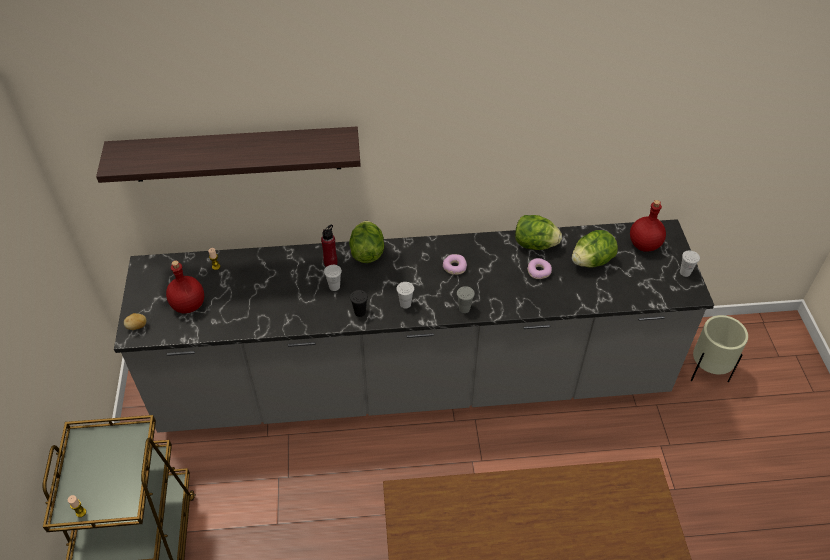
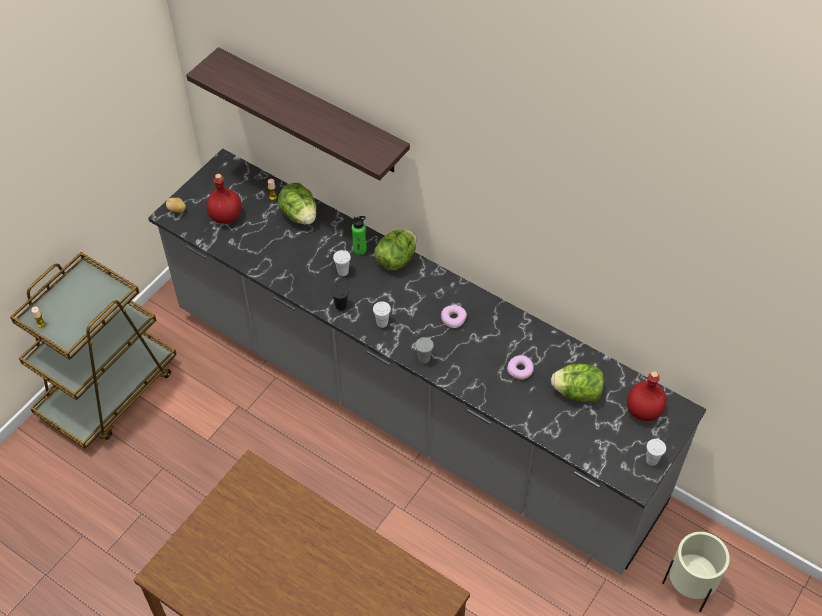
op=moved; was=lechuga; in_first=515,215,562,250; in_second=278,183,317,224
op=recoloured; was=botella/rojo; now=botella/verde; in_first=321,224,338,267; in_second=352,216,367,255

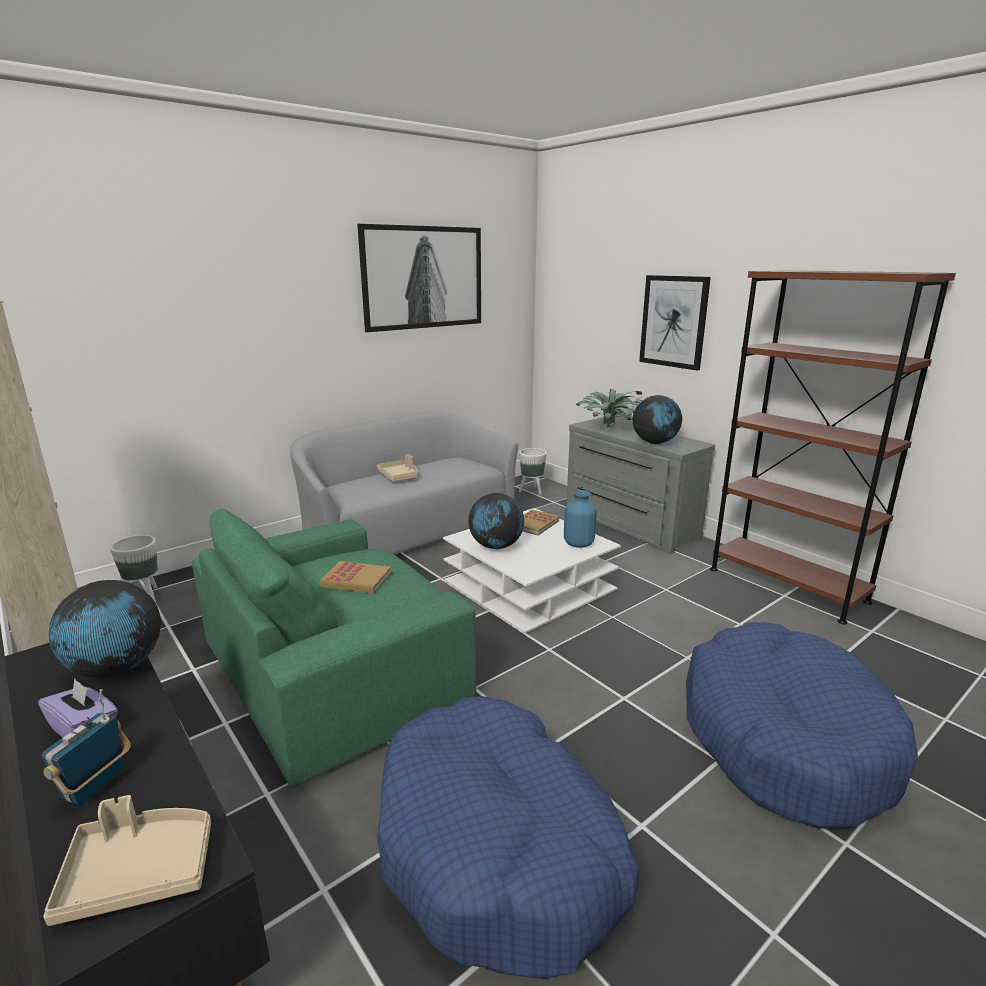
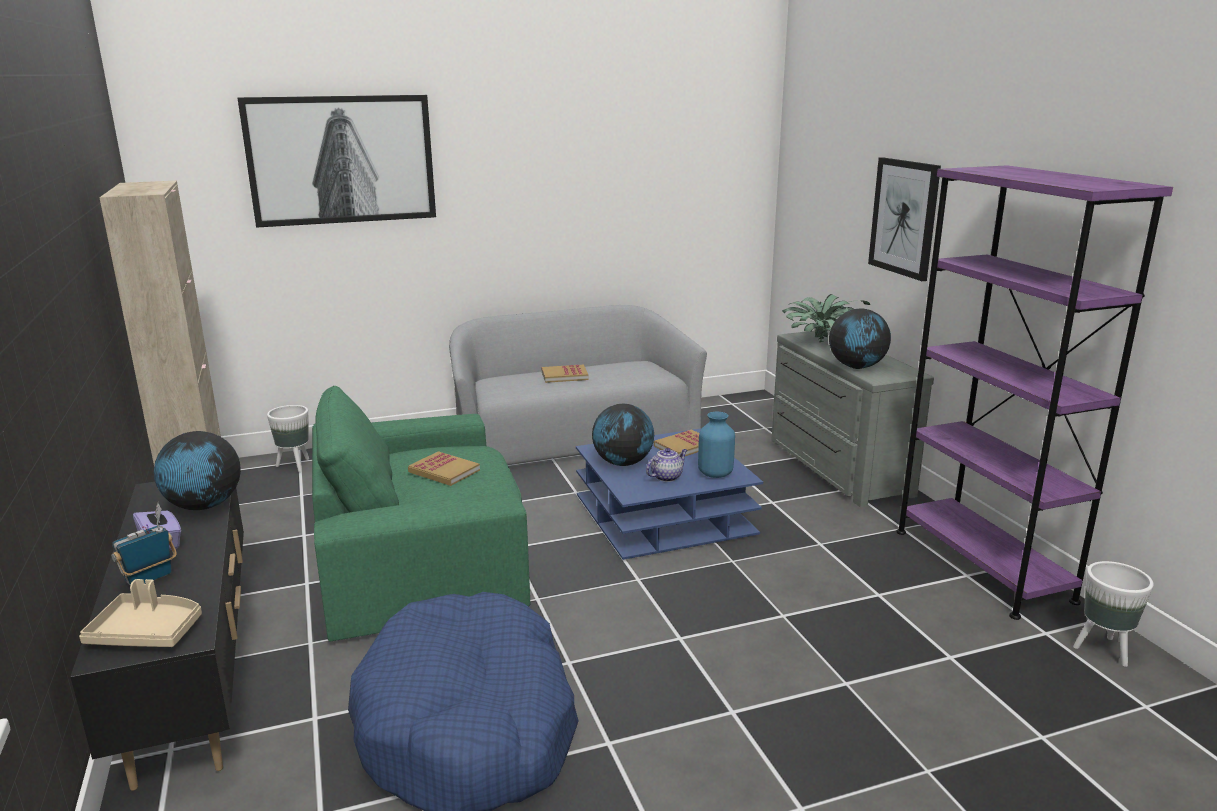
op=moved; was=cuadro; in_first=357,224,481,332; in_second=238,95,436,228
op=recoloured; was=estantería/marrón; now=estantería/morado; in_first=710,270,956,625; in_second=896,165,1173,620
op=moved; was=maceta/blanco; in_first=519,448,547,495; in_second=1073,561,1154,667
op=replaced; was=bandeja/beis; now=libro; in_first=377,454,418,481; in_second=542,364,589,383
op=recoloured; was=mesa de centro/blanco; now=mesa de centro/azul; in_first=443,508,621,633; in_second=576,429,763,560
op=removed; was=cama para perro/azul; in_first=686,622,918,829
op=added; now=tetera; in_second=646,448,687,482

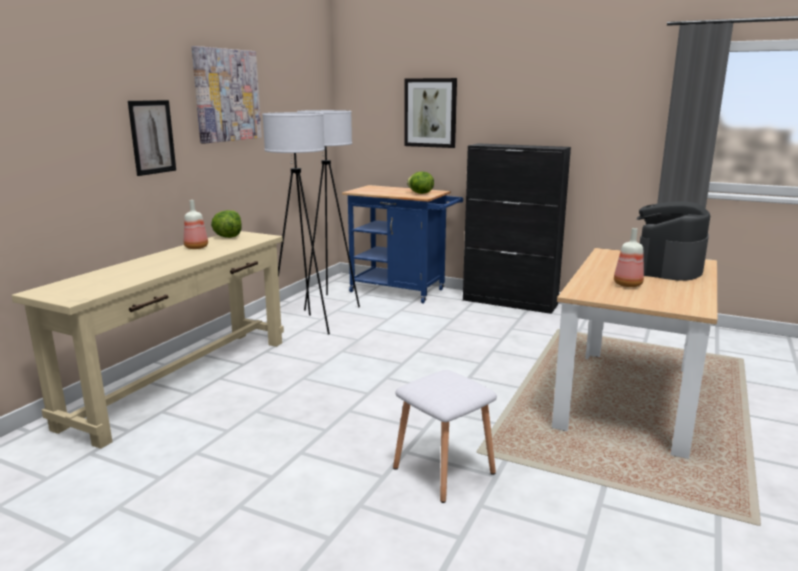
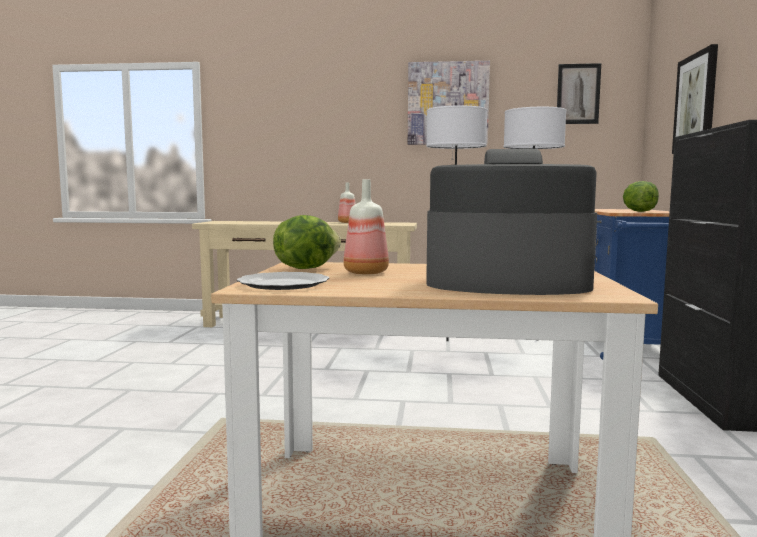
op=moved; was=cuadro; in_first=128,100,176,176; in_second=557,63,601,124
op=moved; was=lechuga; in_first=211,210,242,238; in_second=273,215,341,269
op=removed; was=taburete/blanco; in_first=393,370,497,503
op=added; now=plato; in_second=237,272,329,290

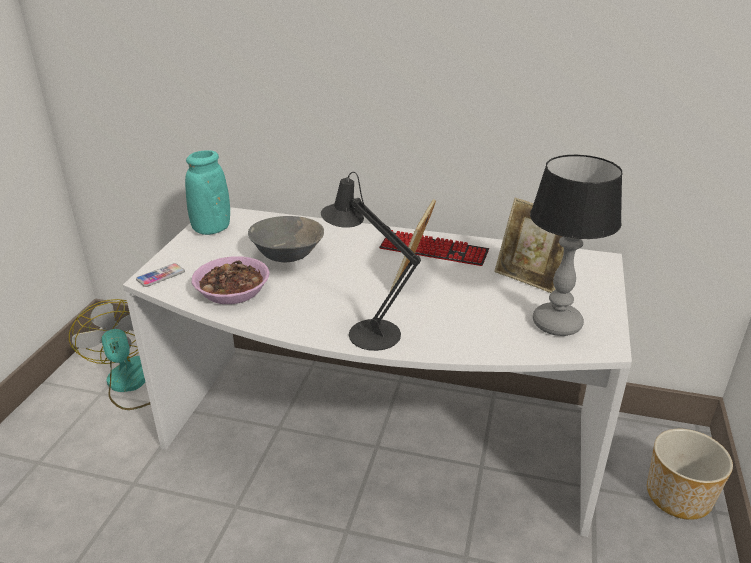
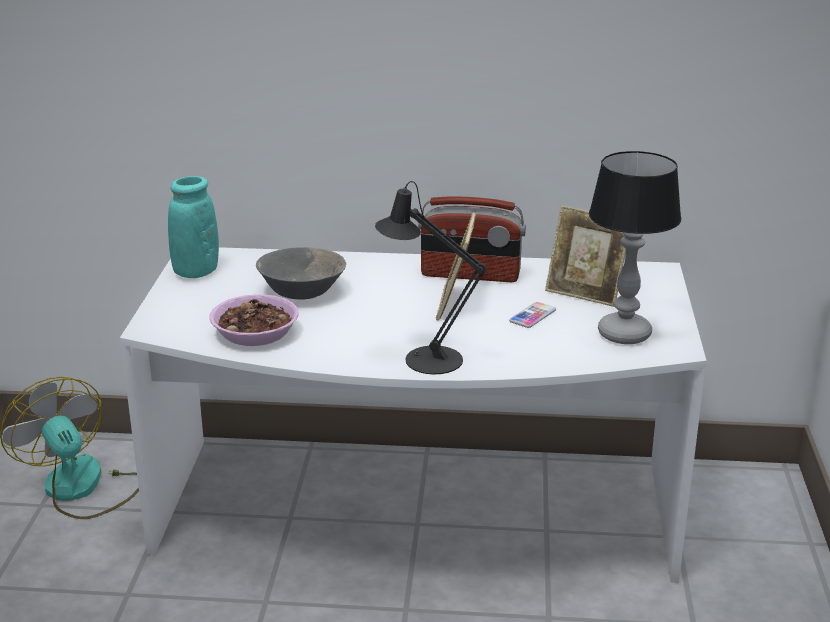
op=replaced; was=teclado; now=radio; in_first=379,230,489,266; in_second=418,196,526,282
op=moved; was=móvil; in_first=136,263,185,287; in_second=509,302,556,328
op=removed; was=maceta; in_first=647,429,733,520

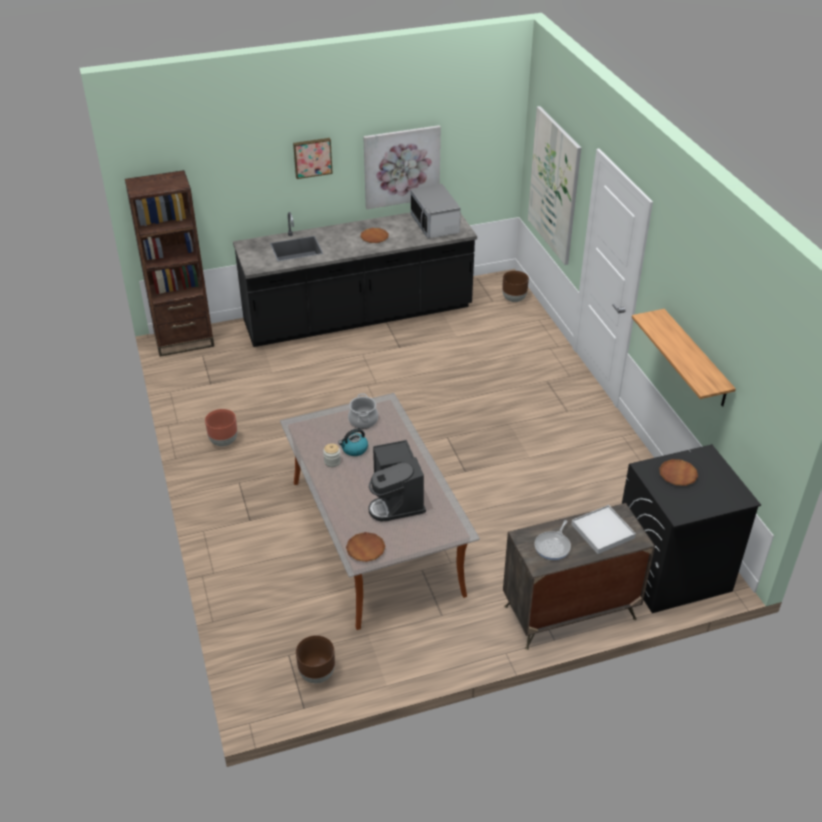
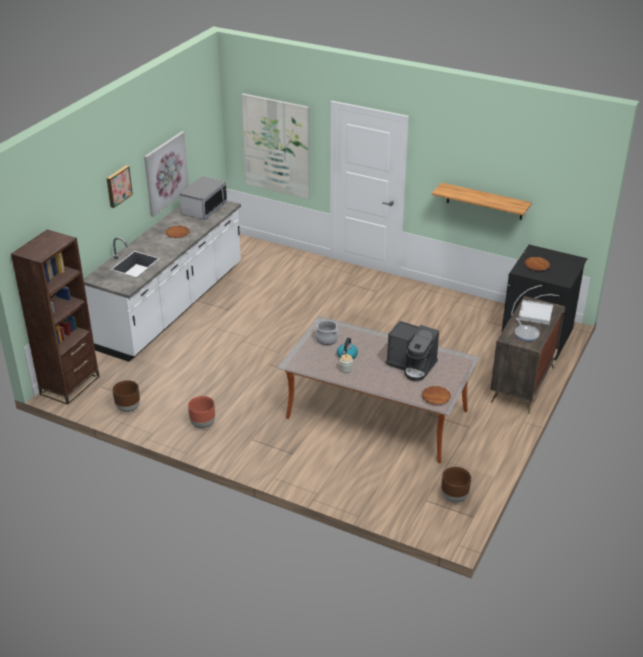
op=turned; was=microondas; in_first=410,184,461,239; in_second=179,176,227,220; clockwise=-90
op=recoloured; was=mueble bajo de cocina/negro; now=mueble bajo de cocina/blanco; in_first=233,212,477,347; in_second=84,200,241,362
op=moved; was=maceta/marrón; in_first=502,271,529,302; in_second=112,380,140,412

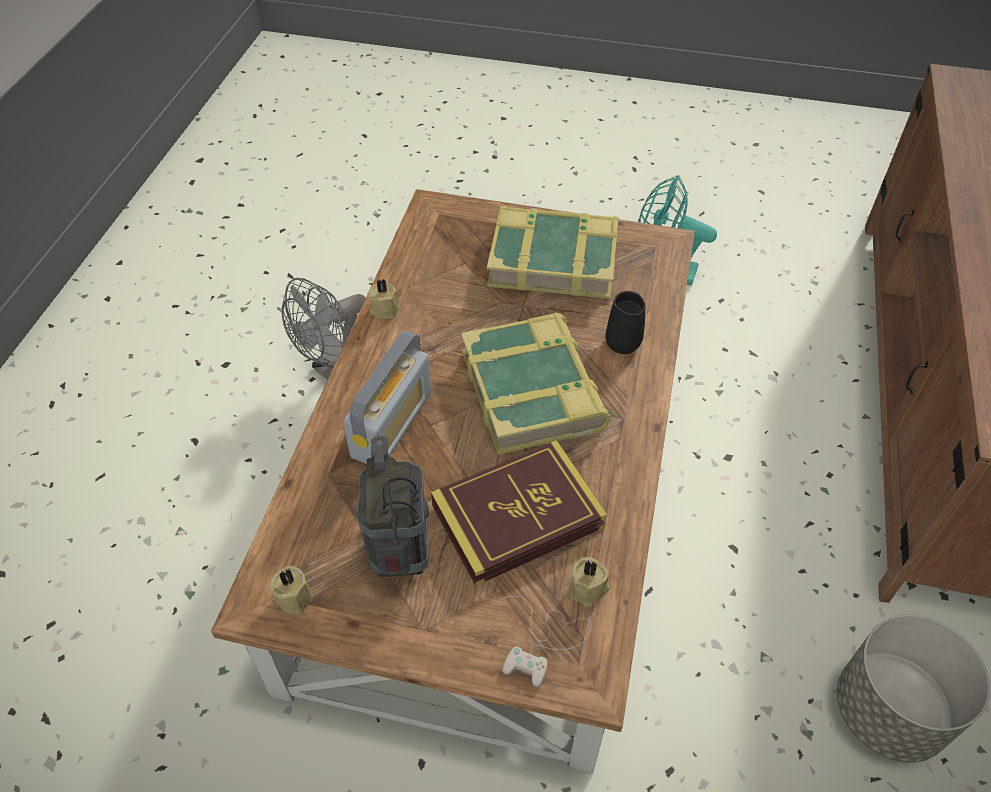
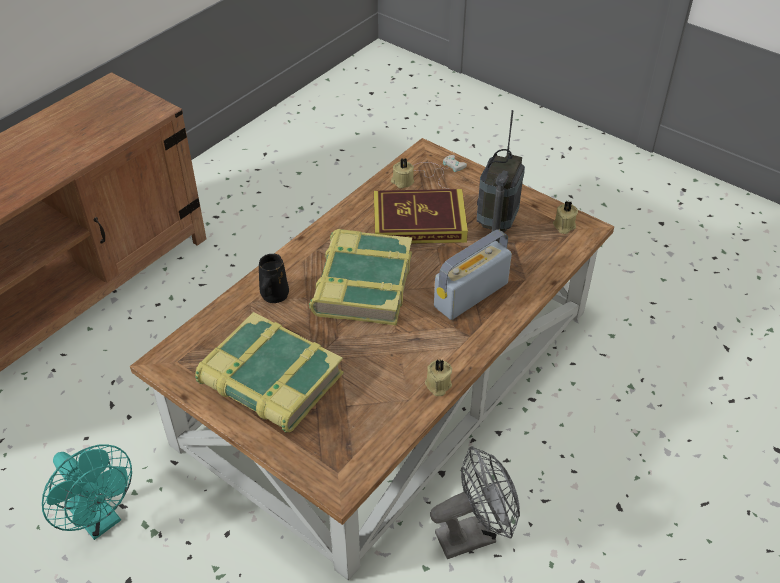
op=removed; was=maceta/gris; in_first=837,614,990,763

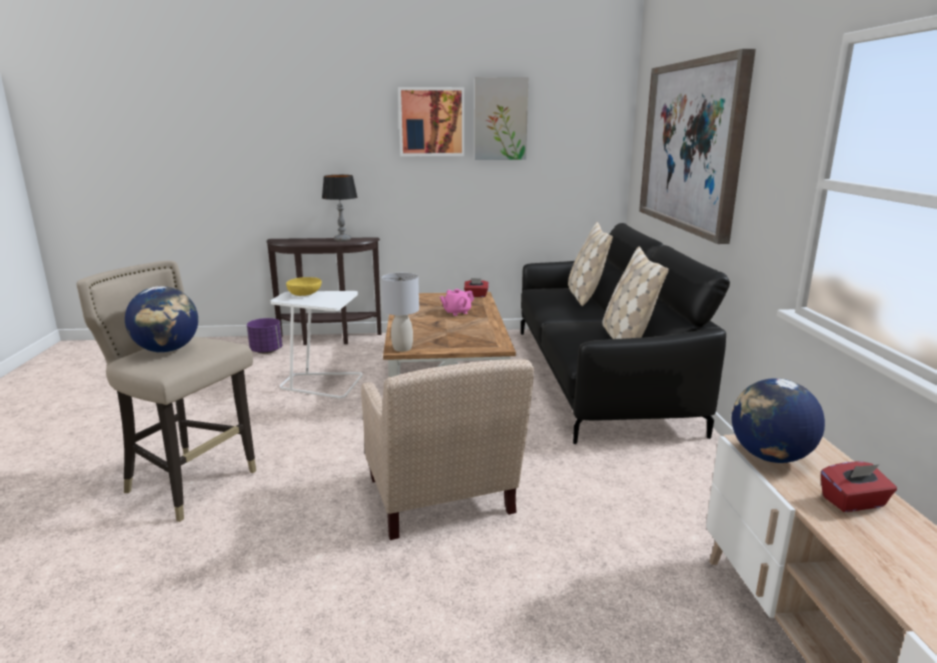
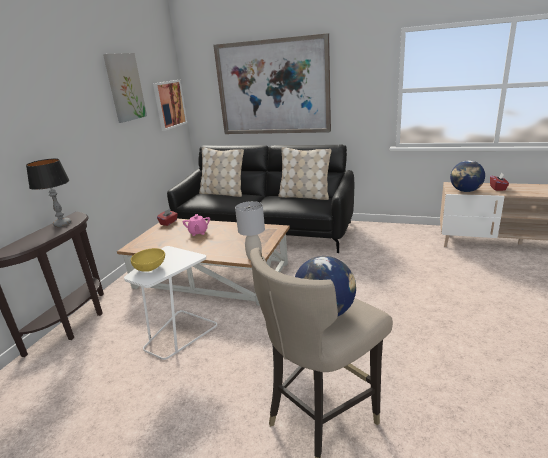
op=moved; was=cuadro; in_first=398,87,465,156; in_second=153,80,187,131
op=removed; was=maceta/morado; in_first=247,318,283,354
op=removed; was=sillón/beis; in_first=361,359,534,540

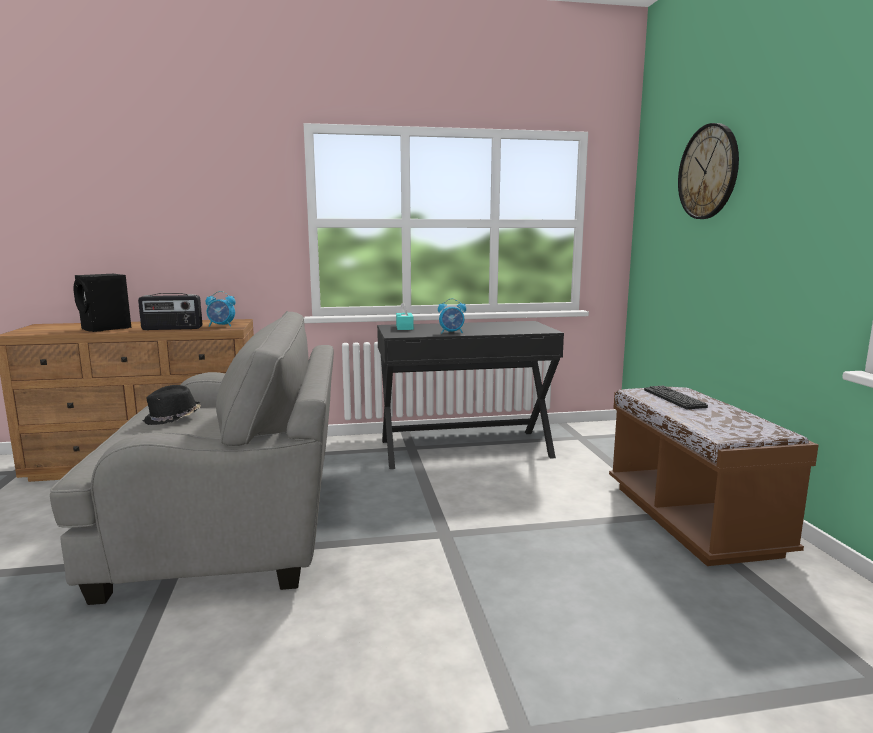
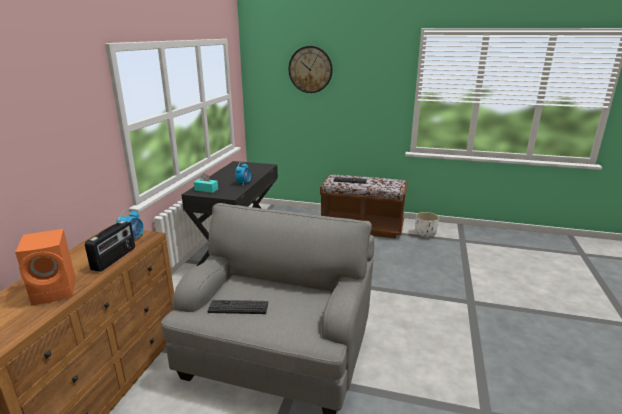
op=recoloured; was=altavoz/negro; now=altavoz/naranja; in_first=73,274,131,332; in_second=15,229,76,305
op=replaced; was=sombrero/negro; now=teclado; in_first=142,385,201,425; in_second=208,300,268,314
op=added; now=maceta/blanco; in_second=415,212,439,238

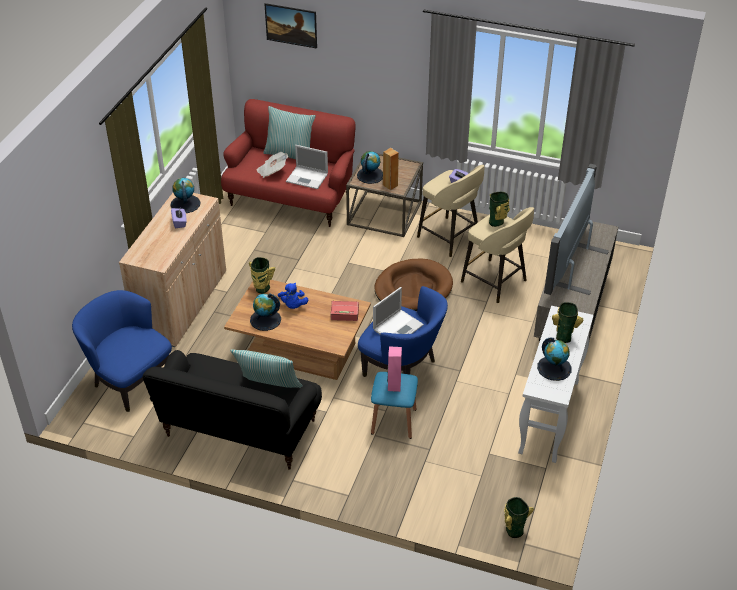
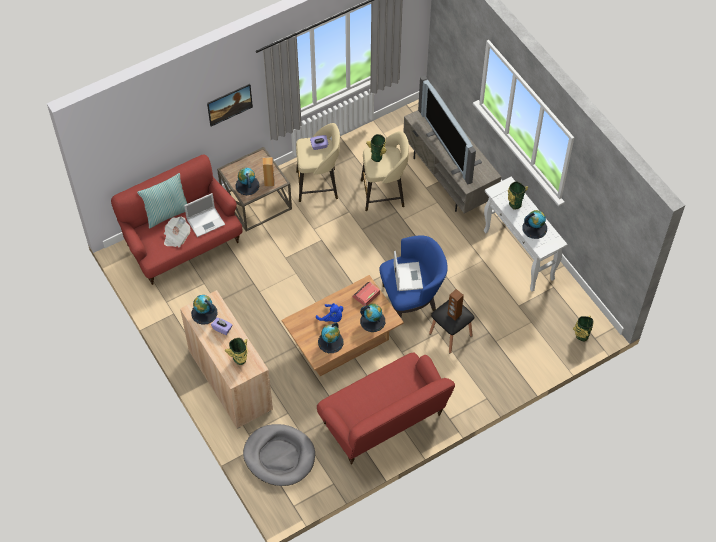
op=moved; was=cuadro; in_first=264,3,317,49; in_second=207,84,253,126
op=moved; was=florero; in_first=249,257,275,294; in_second=225,338,248,365
op=removed; was=cama para perro/marrón; in_first=374,259,453,311
op=replaced; was=sillón/azul; now=cama para perro/gris; in_first=72,290,172,412; in_second=243,424,315,486
op=recoloured; was=altavoz/rosa; now=altavoz/marrón; in_first=387,346,402,392; in_second=447,289,464,320
op=removed; was=cojín; in_first=230,349,303,388
op=recoloured; was=sofá/negro; now=sofá/rojo; in_first=143,350,322,470; in_second=317,352,455,464
op=recoloured; was=taburete/azul; now=taburete/negro; in_first=371,372,418,439; in_second=429,300,474,353
op=added; now=globo terráqueo; in_second=360,304,385,332

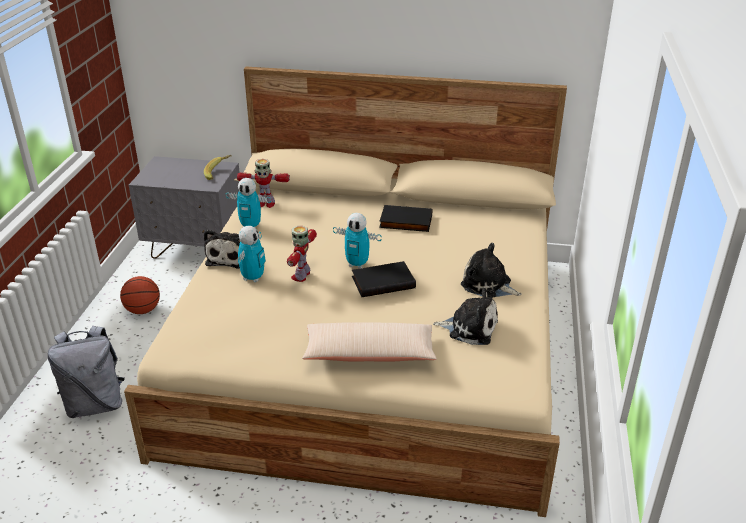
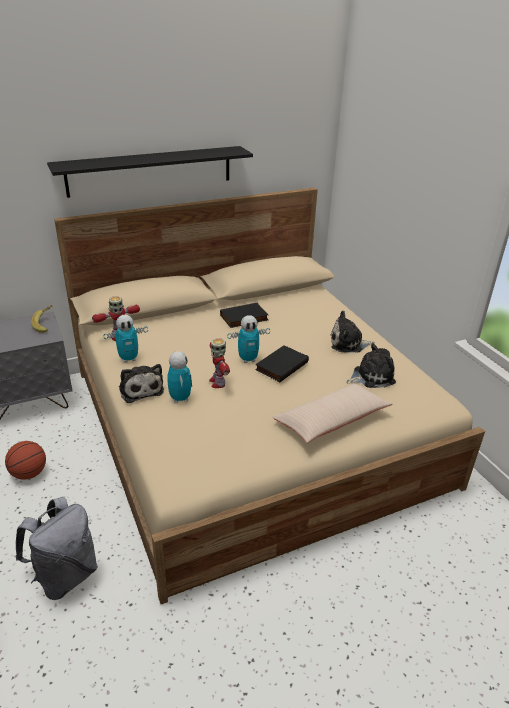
op=added; now=estante/negro; in_second=47,146,253,198

